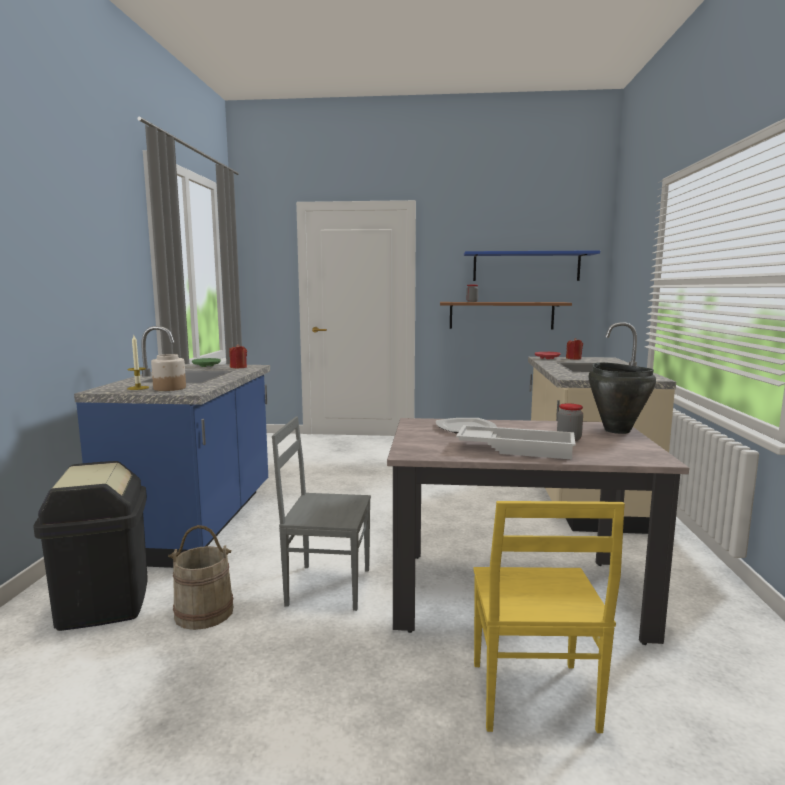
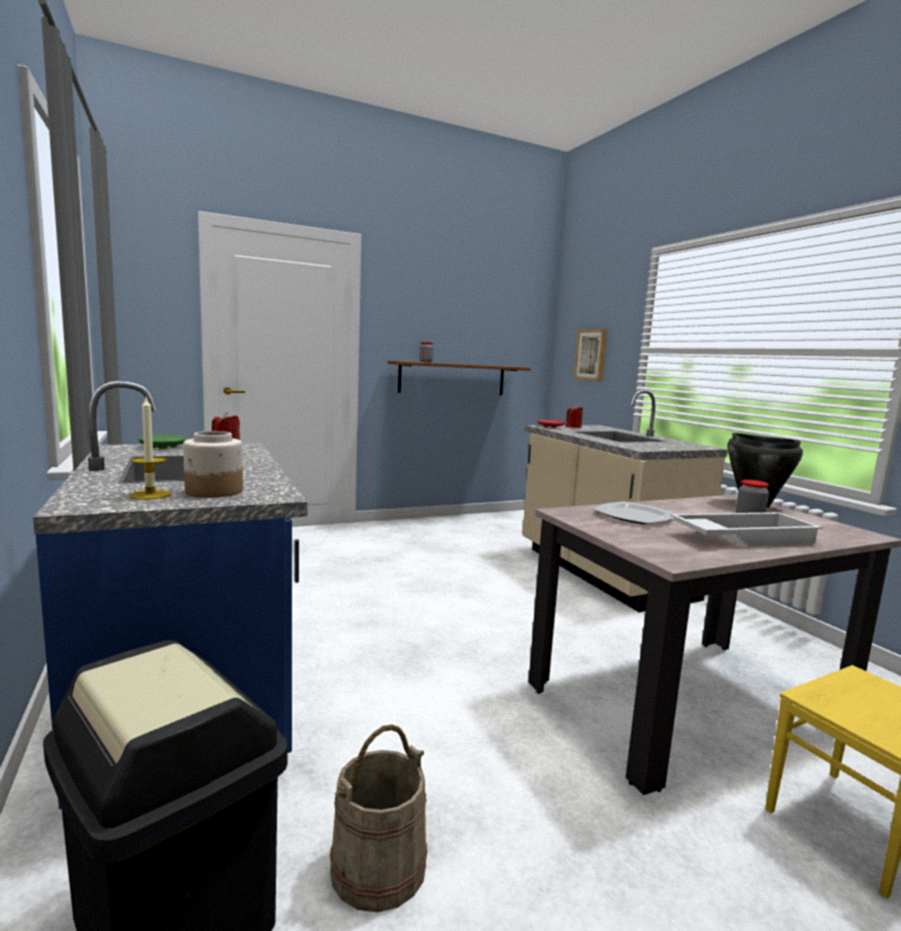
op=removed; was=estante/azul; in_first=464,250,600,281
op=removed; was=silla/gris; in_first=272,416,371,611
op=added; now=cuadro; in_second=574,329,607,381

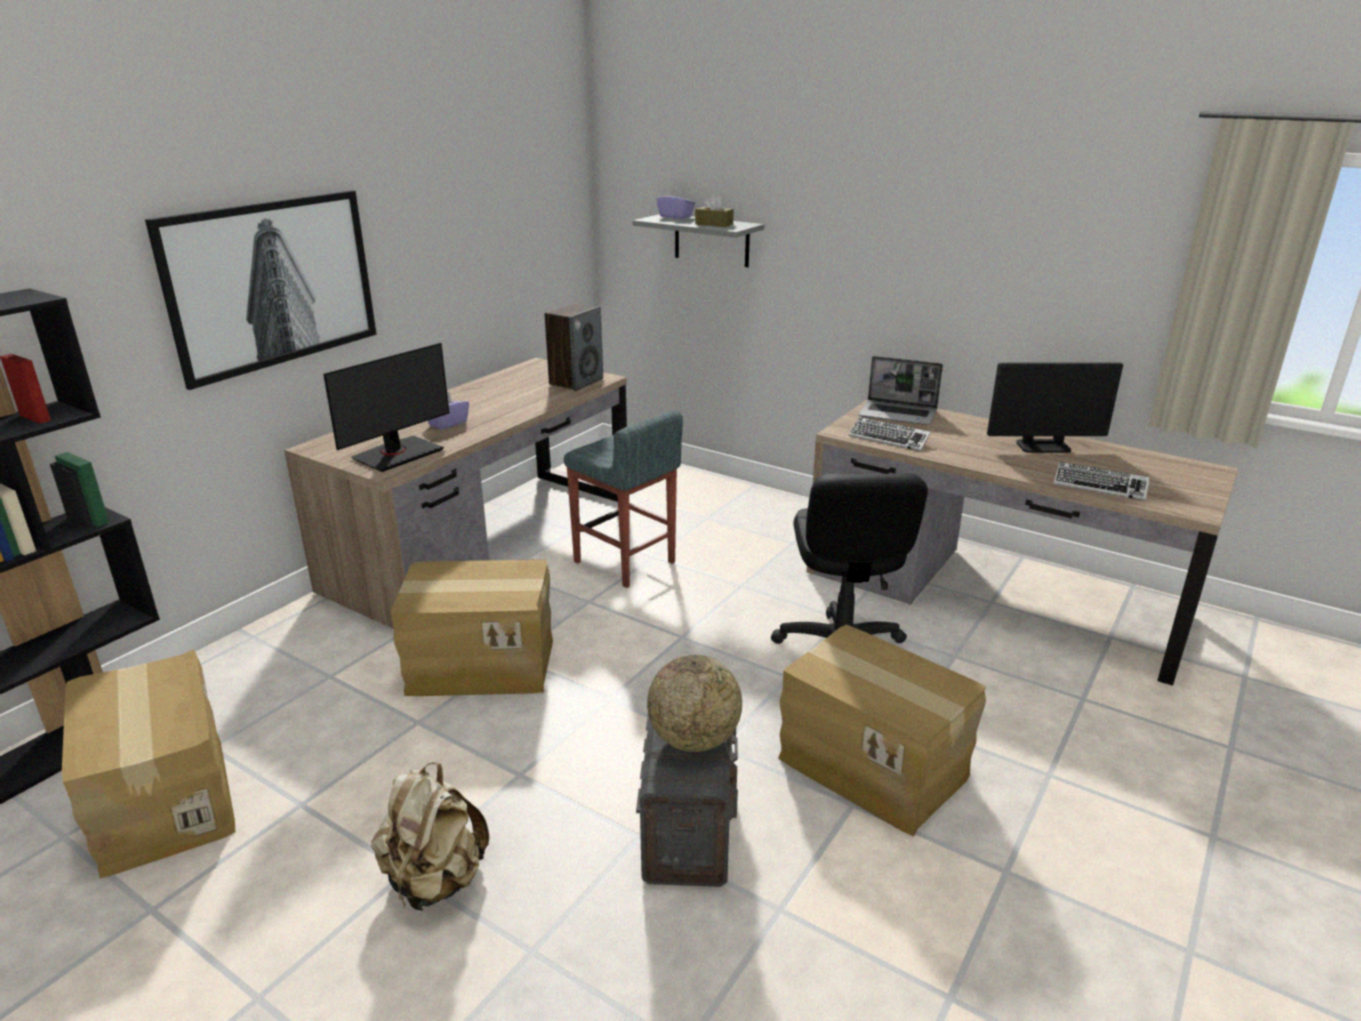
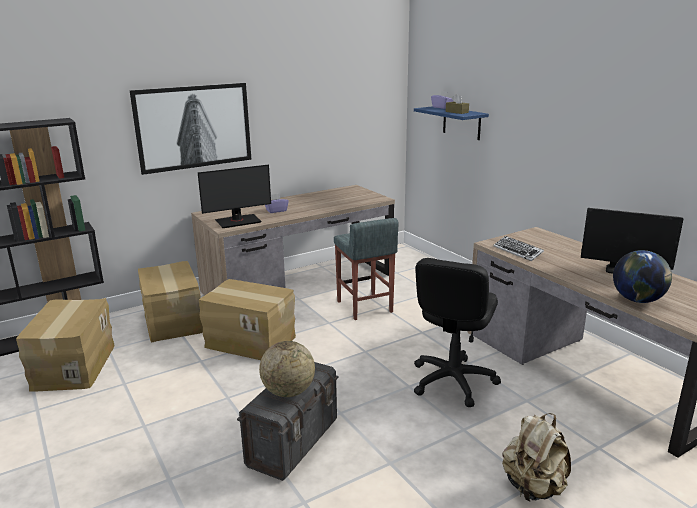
op=recoloured; was=estante/gris; now=estante/azul; in_first=632,214,764,267; in_second=414,106,489,140
op=removed; was=altavoz; in_first=545,303,603,391
op=removed; was=portátil; in_first=859,356,943,425
op=replaced; was=teclado; now=globo terráqueo; in_first=1054,462,1150,501; in_second=613,250,672,303
op=moved; was=caja de cartón; in_first=778,625,986,837; in_second=138,261,203,343
op=moved; was=mochila/beis; in_first=371,762,489,911; in_second=502,413,571,501

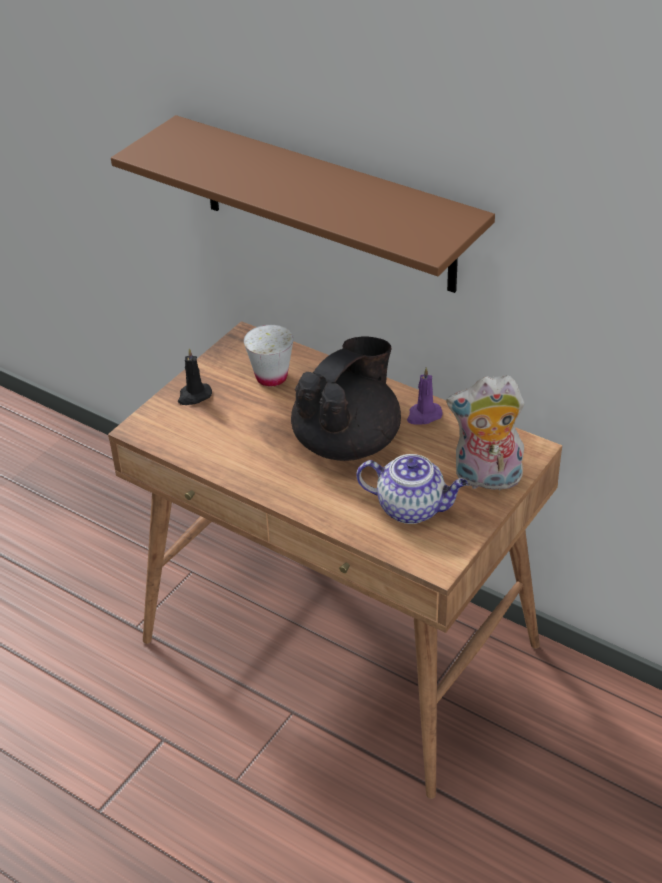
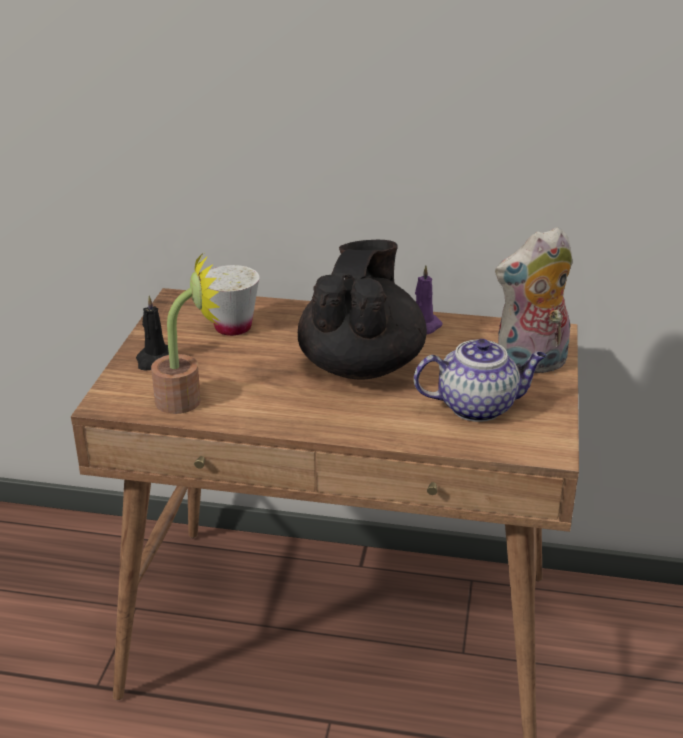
op=removed; was=estante/marrón; in_first=111,115,495,293
op=added; now=planta en maceta; in_second=151,253,220,414

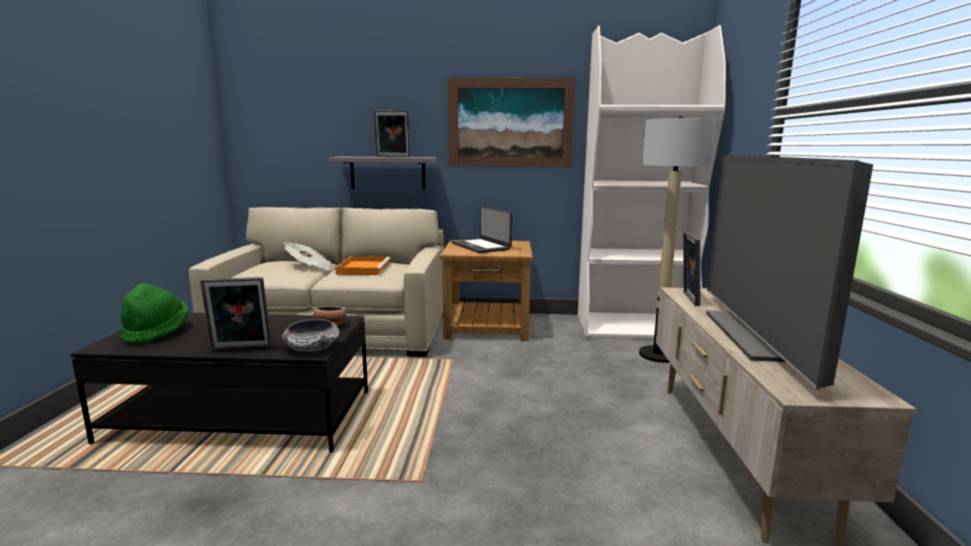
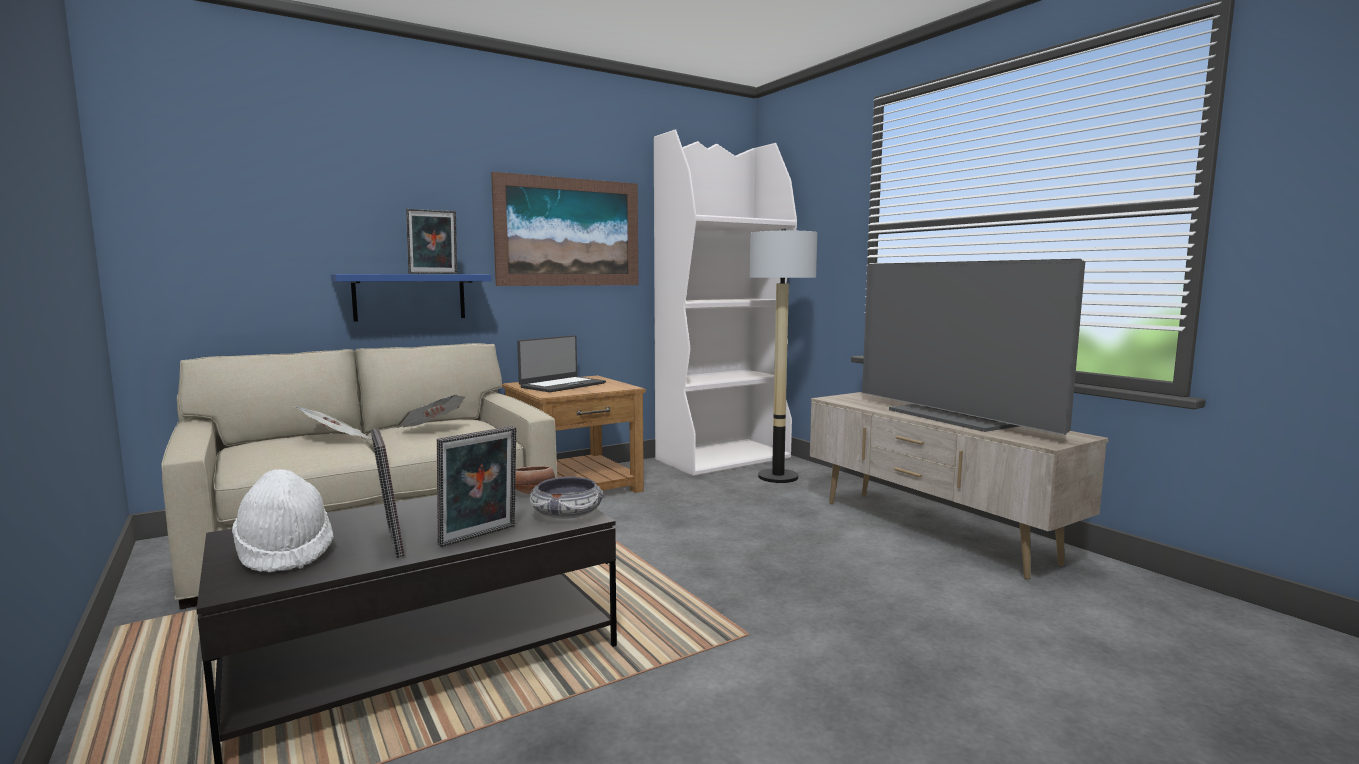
op=recoloured; was=estante/gris; now=estante/azul; in_first=329,157,436,190; in_second=331,274,491,321
op=turned; was=portátil; in_first=451,206,512,253; in_second=517,335,606,392; clockwise=-75
op=moved; was=portarretratos; in_first=683,232,700,306; in_second=370,428,405,558
op=replaced; was=bandeja/naranja; now=periódico; in_first=335,256,390,275; in_second=395,395,465,428
op=recoloured; was=sombrero/verde; now=sombrero/blanco; in_first=120,283,189,344; in_second=232,469,334,573

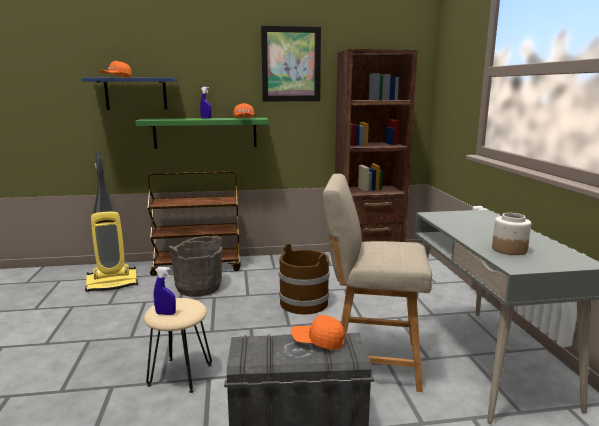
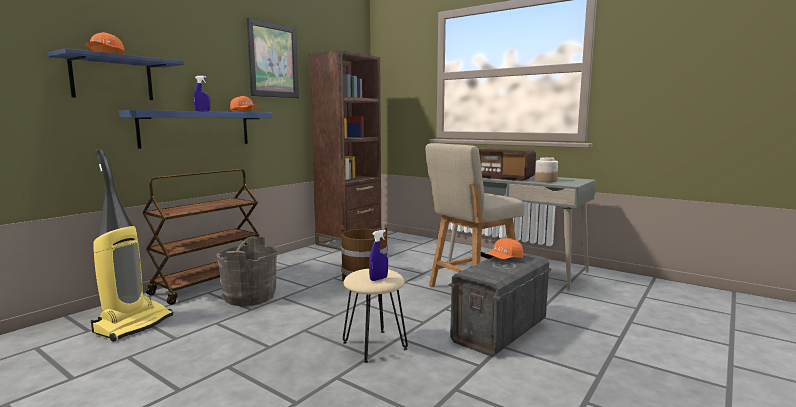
op=recoloured; was=estante/verde; now=estante/azul; in_first=135,118,269,149; in_second=119,110,273,149
op=added; now=radio; in_second=479,148,536,181

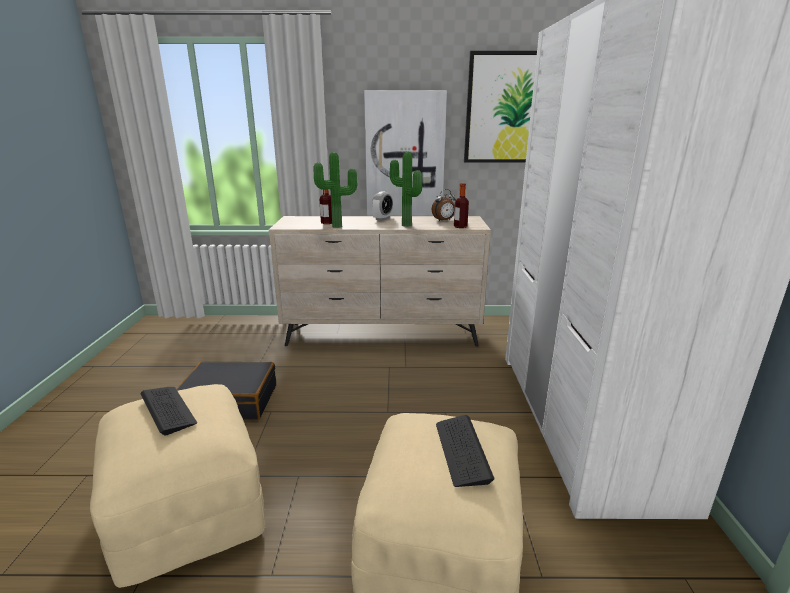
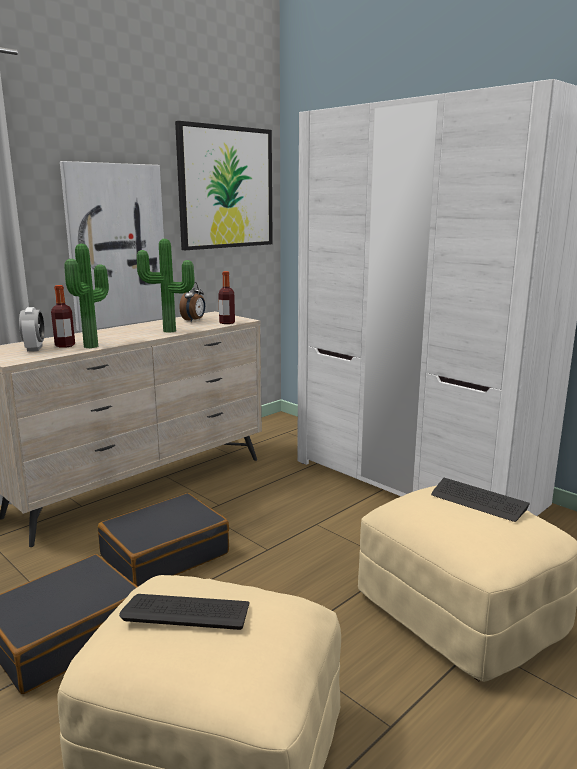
op=moved; was=despertador; in_first=372,191,393,221; in_second=19,307,45,351
op=added; now=maleta/negro; in_second=98,493,229,587

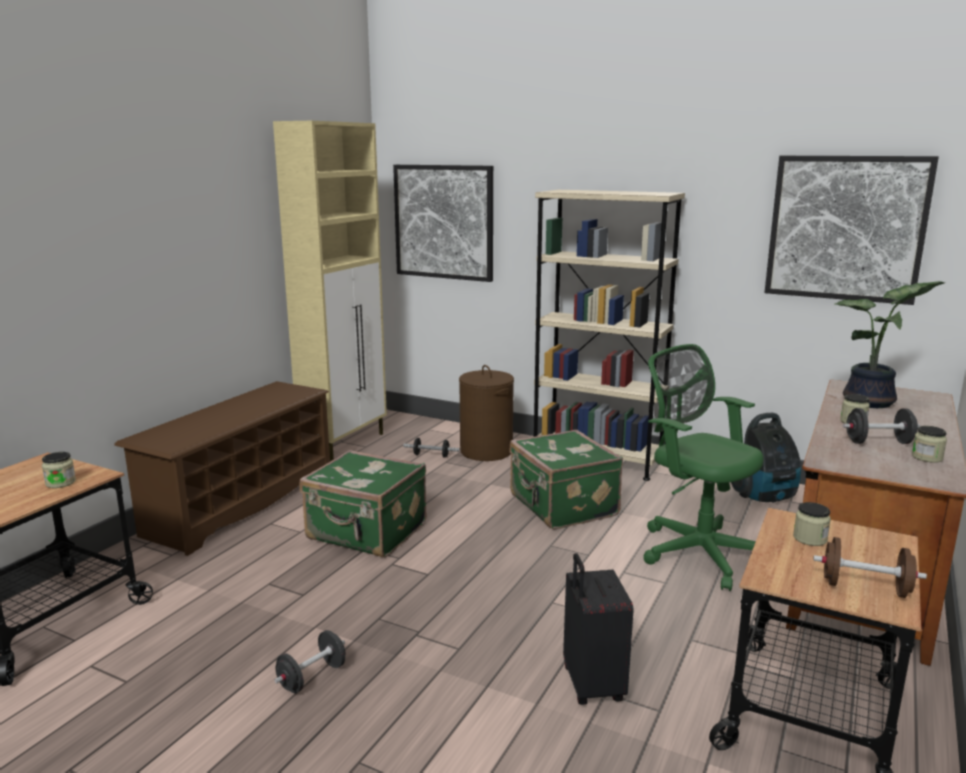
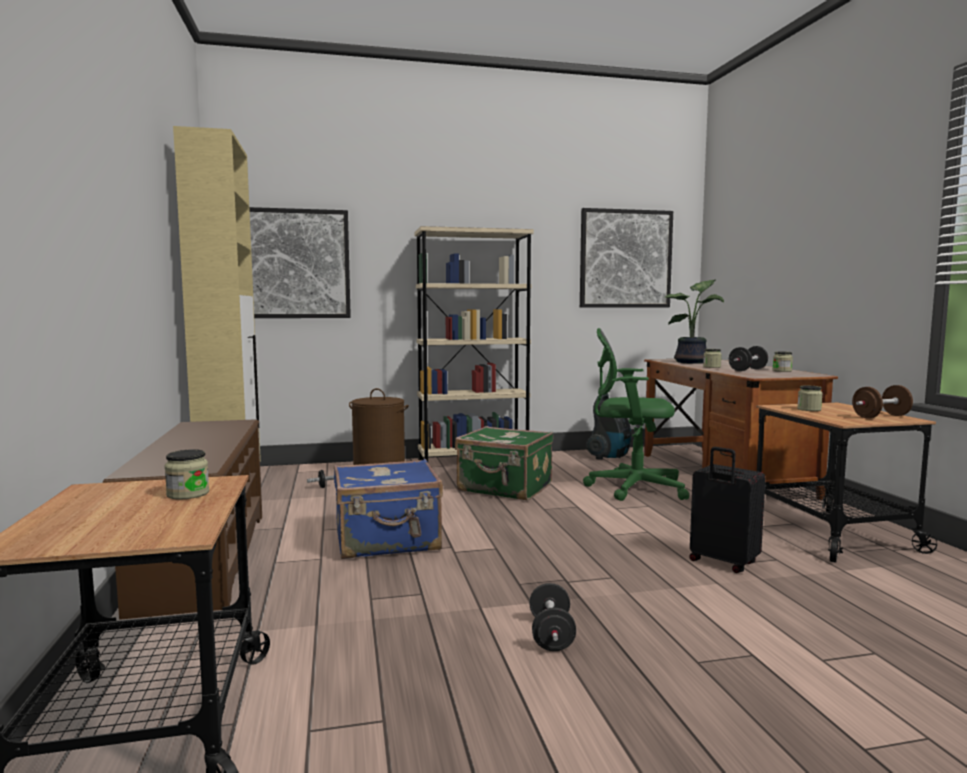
op=recoloured; was=maleta/verde; now=maleta/azul; in_first=300,450,427,557; in_second=334,459,443,559

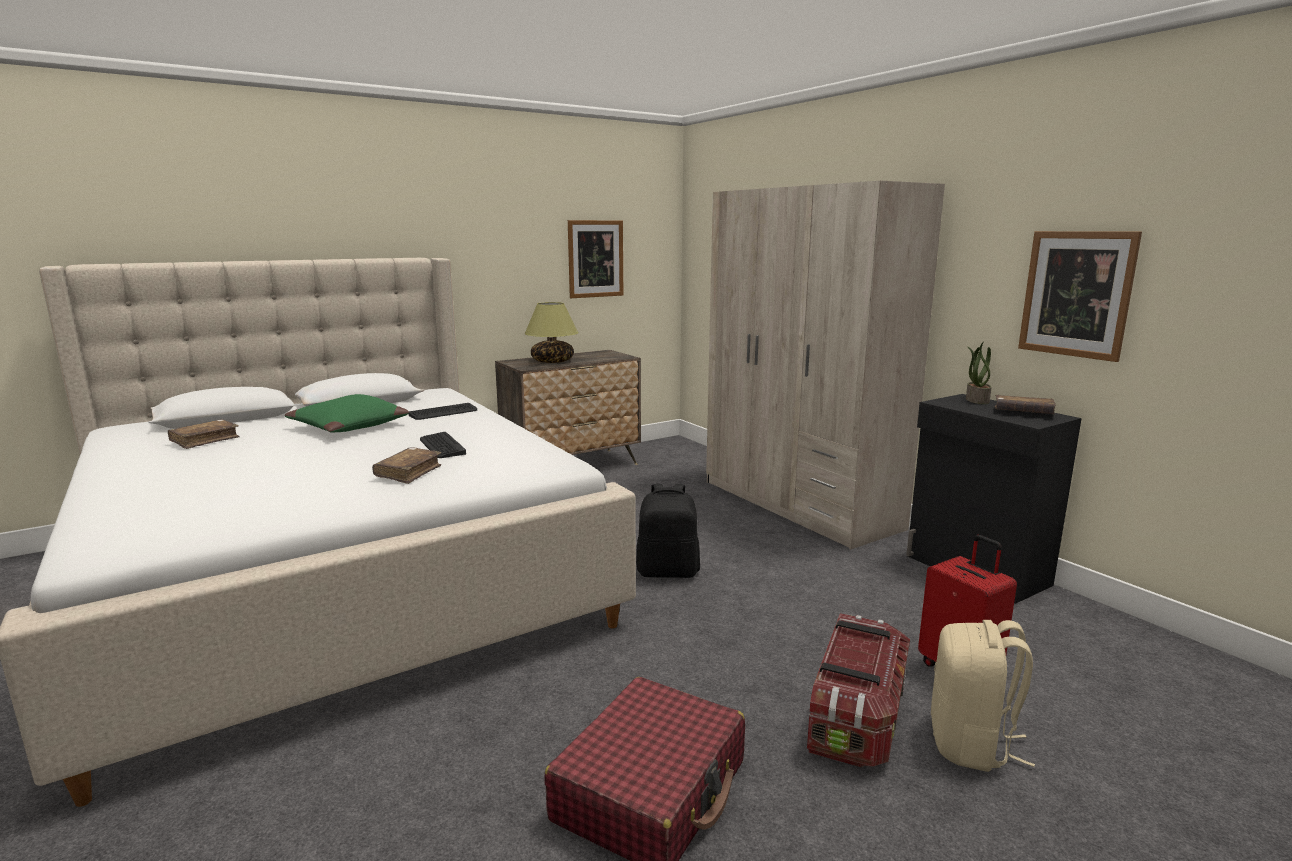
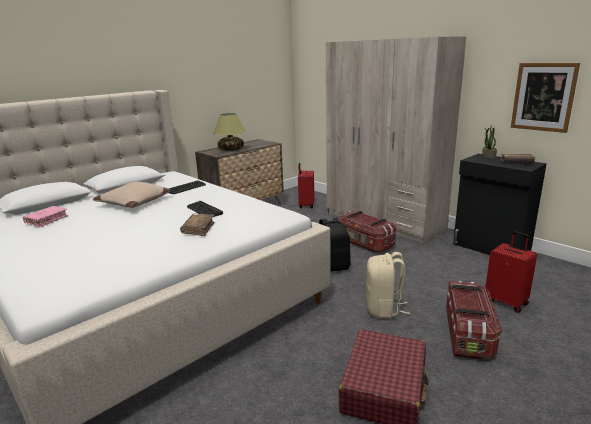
op=removed; was=cuadro; in_first=568,220,623,298
op=recoloured; was=cojín/verde; now=cojín/beis; in_first=285,394,409,432; in_second=93,182,171,208
op=recoloured; was=libro/marrón; now=libro/rosa; in_first=168,419,240,449; in_second=23,206,68,228
op=moved; was=mochila/beis; in_first=931,620,1035,772; in_second=366,252,410,319
op=added; now=maleta/rojo; in_second=298,163,314,208
op=added; now=caja de almacenaje; in_second=338,210,396,253

